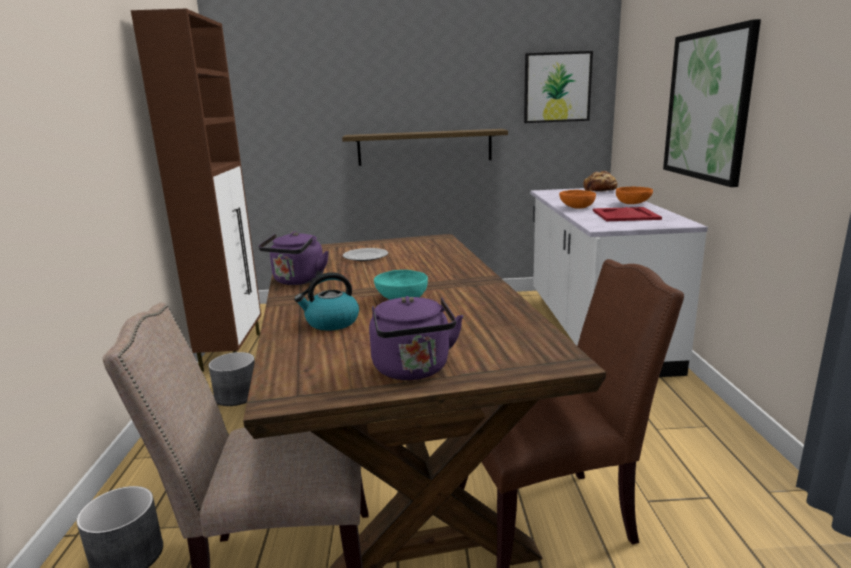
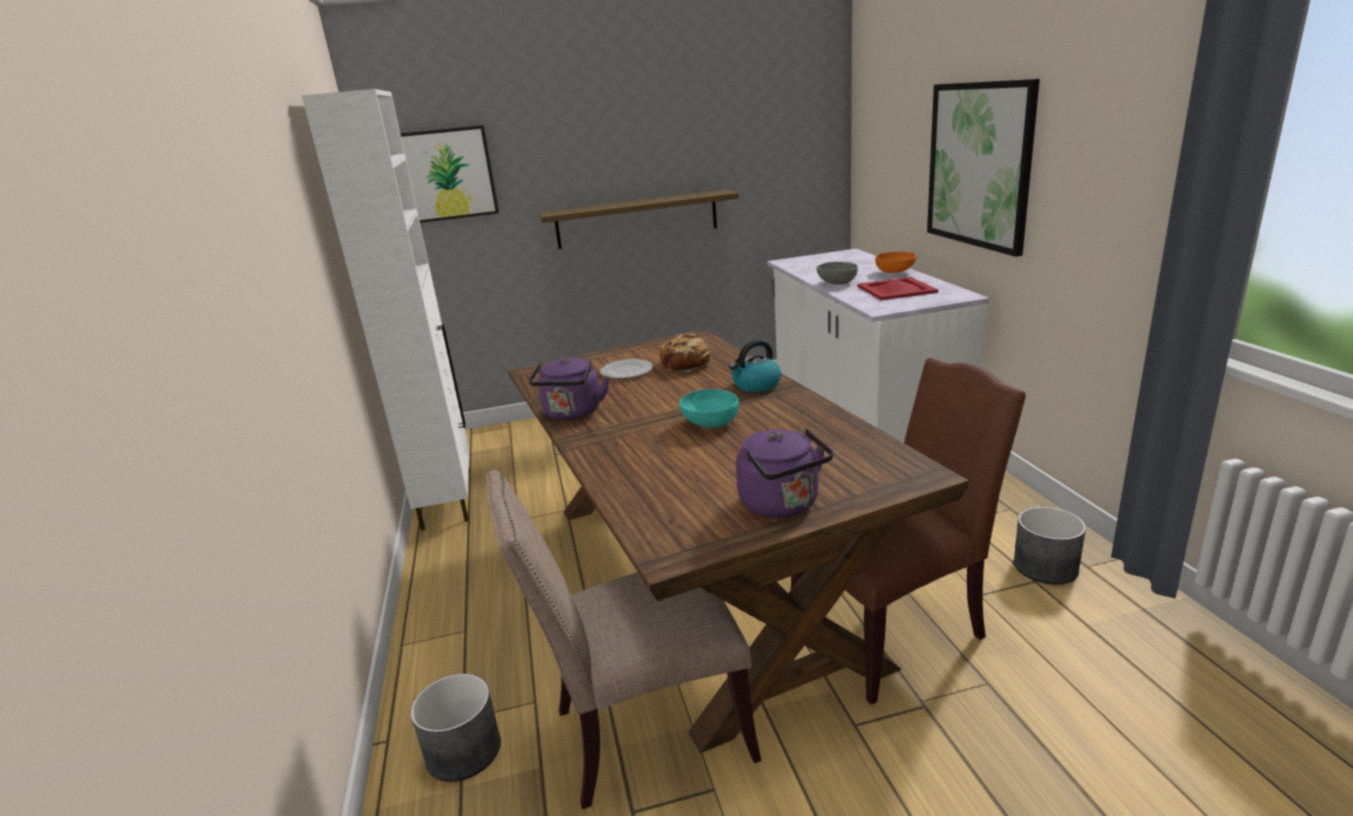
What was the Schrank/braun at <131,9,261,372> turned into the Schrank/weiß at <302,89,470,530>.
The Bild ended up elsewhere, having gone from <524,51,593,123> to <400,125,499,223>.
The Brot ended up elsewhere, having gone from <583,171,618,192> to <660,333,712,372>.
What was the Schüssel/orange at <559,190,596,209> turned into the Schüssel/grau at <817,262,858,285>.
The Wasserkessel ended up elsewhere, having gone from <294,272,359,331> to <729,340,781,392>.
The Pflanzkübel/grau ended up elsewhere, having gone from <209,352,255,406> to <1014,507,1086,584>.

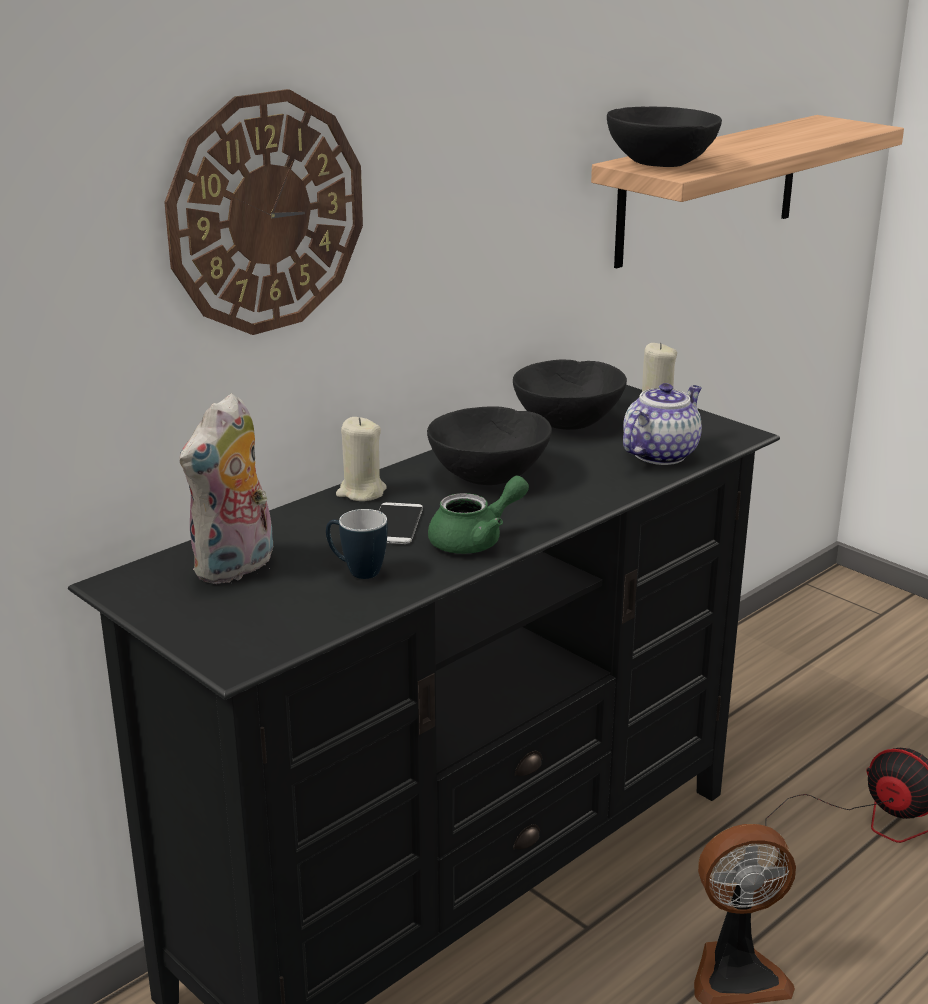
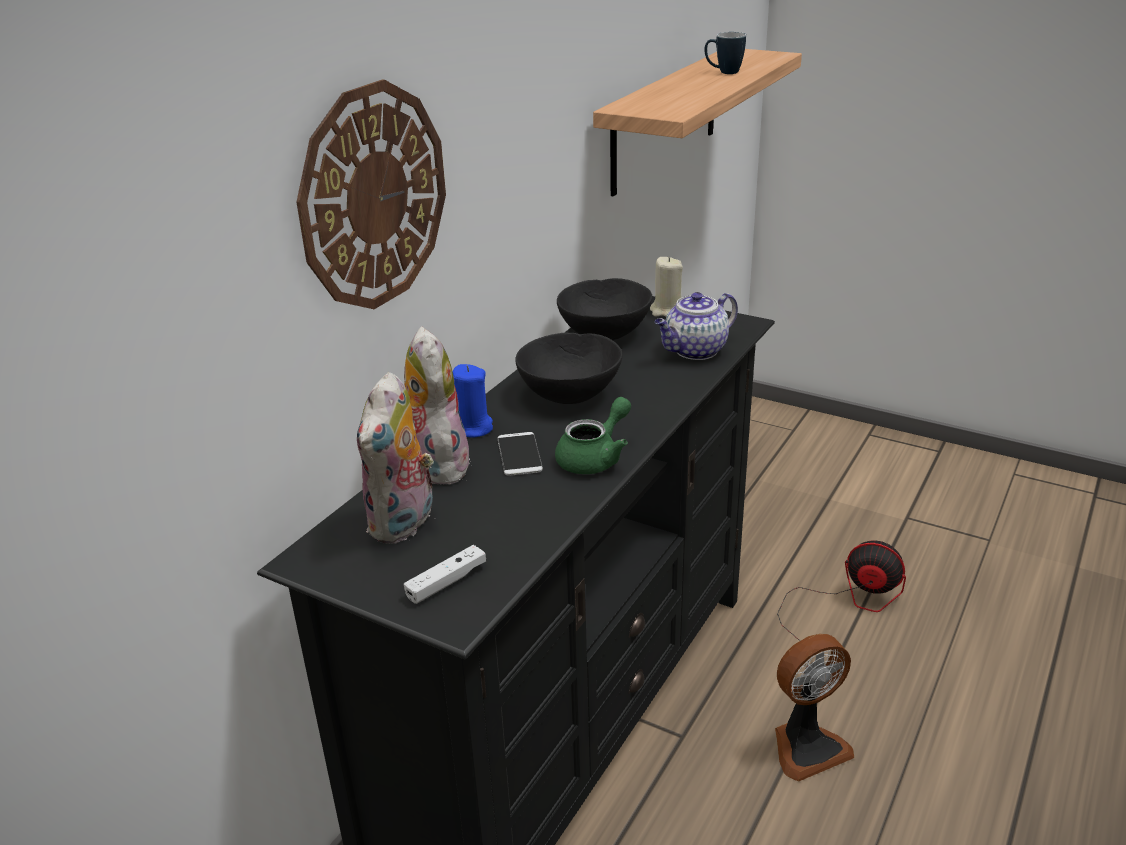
The second view lost the Schüssel/schwarz at <607,106,722,167>.
The Teekanne at <623,383,702,465> ended up facing another way, 150 degrees counterclockwise from before.
What was the Kerze/beige at <336,417,387,501> turned into the Kerze/blau at <453,364,493,438>.
The Henkelbecher ended up elsewhere, having gone from <326,509,388,579> to <704,32,746,74>.
The second view gained the Plüschtier at <404,327,470,485>.
The second view gained the Gamepad/weiß at <404,545,486,604>.

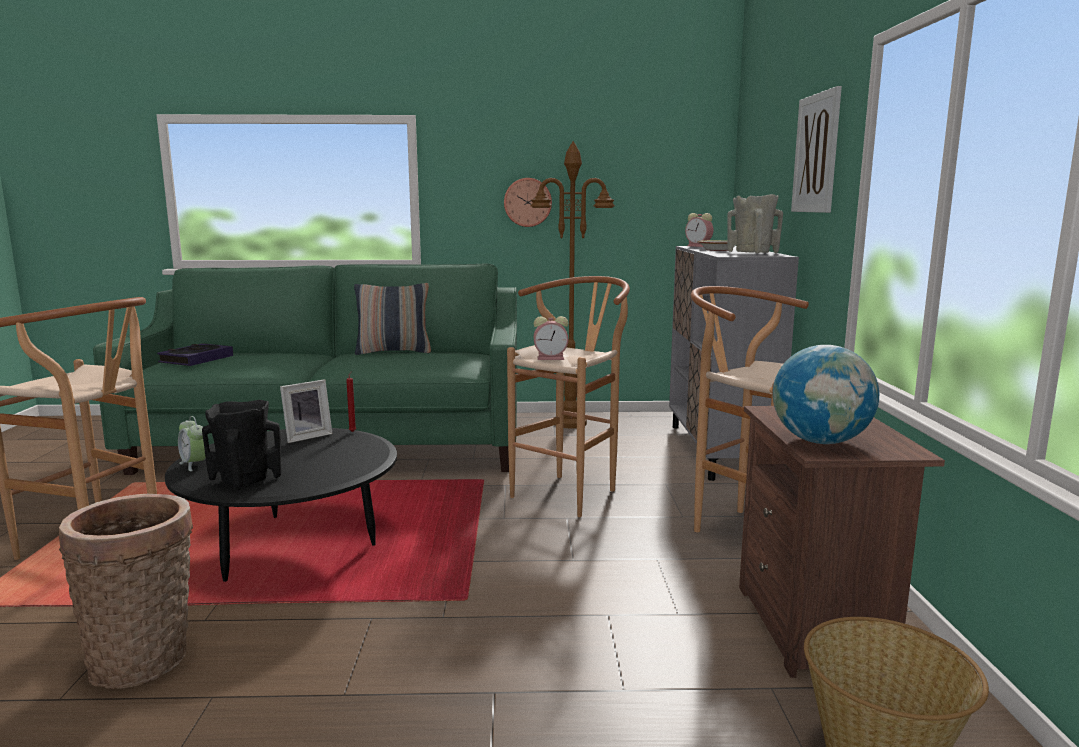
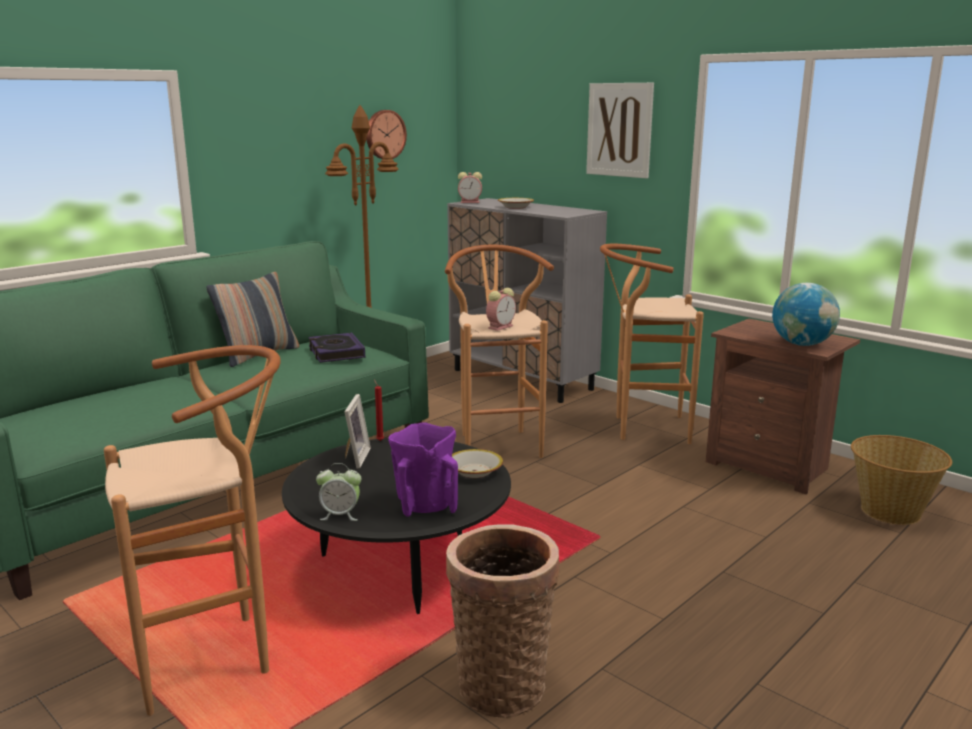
The Wanduhr ended up elsewhere, having gone from <504,178,552,227> to <366,110,407,159>.
The second view lost the Vase/beige at <727,194,783,253>.
The Buch ended up elsewhere, having gone from <157,343,233,366> to <308,333,365,363>.
What was the Vase/schwarz at <202,400,281,490> turned into the Vase/lila at <388,422,458,517>.
The second view gained the Schüssel at <452,449,503,478>.

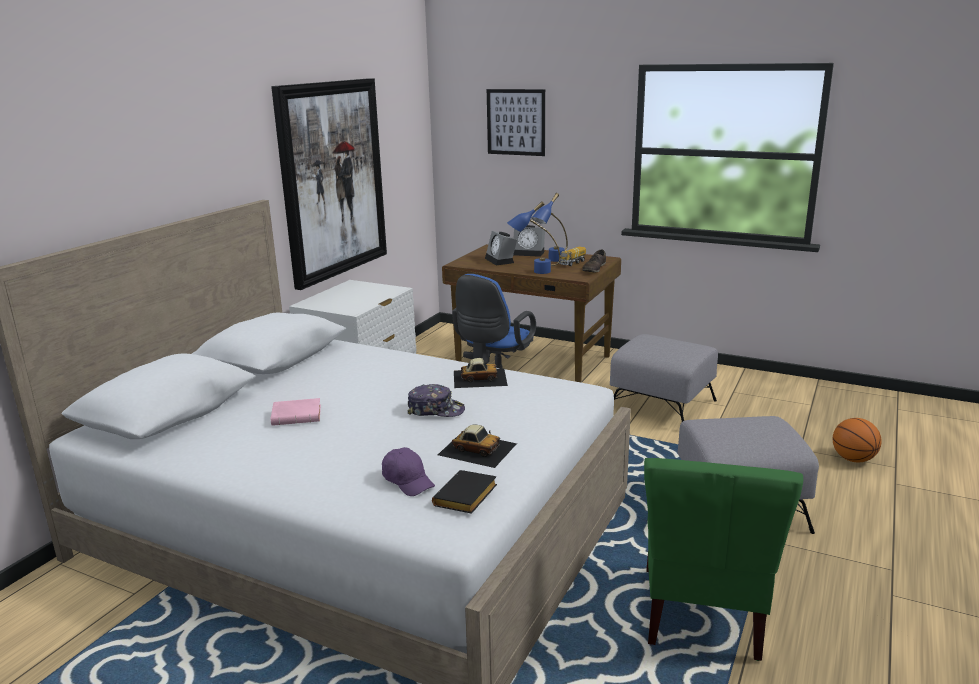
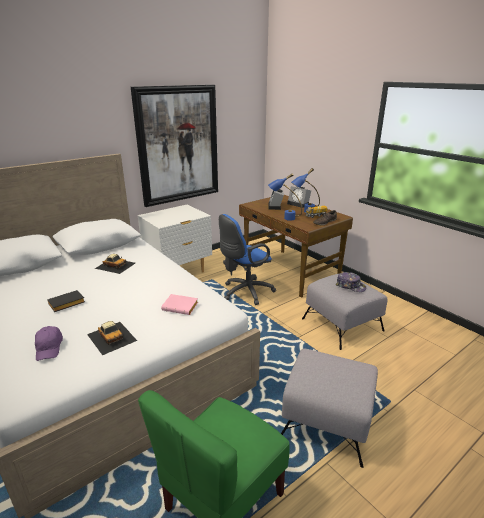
The second view lost the Bild at <487,89,545,156>.
The Spielzeugauto ended up elsewhere, having gone from <454,358,508,388> to <95,254,135,274>.
The Kappe ended up elsewhere, having gone from <408,384,465,417> to <336,272,366,292>.
The Buch/rosa ended up elsewhere, having gone from <271,398,321,426> to <161,294,198,315>.
The second view lost the Basketball at <833,418,882,462>.
The Buch/schwarz ended up elsewhere, having gone from <432,470,497,514> to <47,290,85,312>.

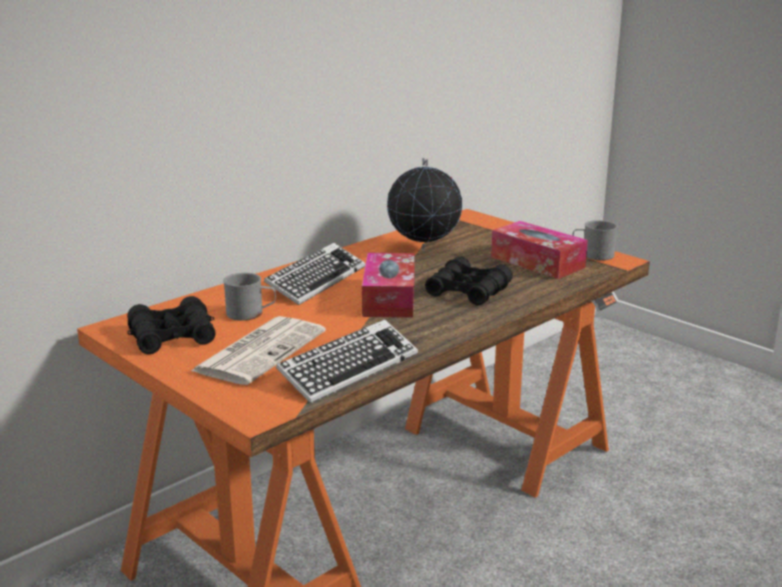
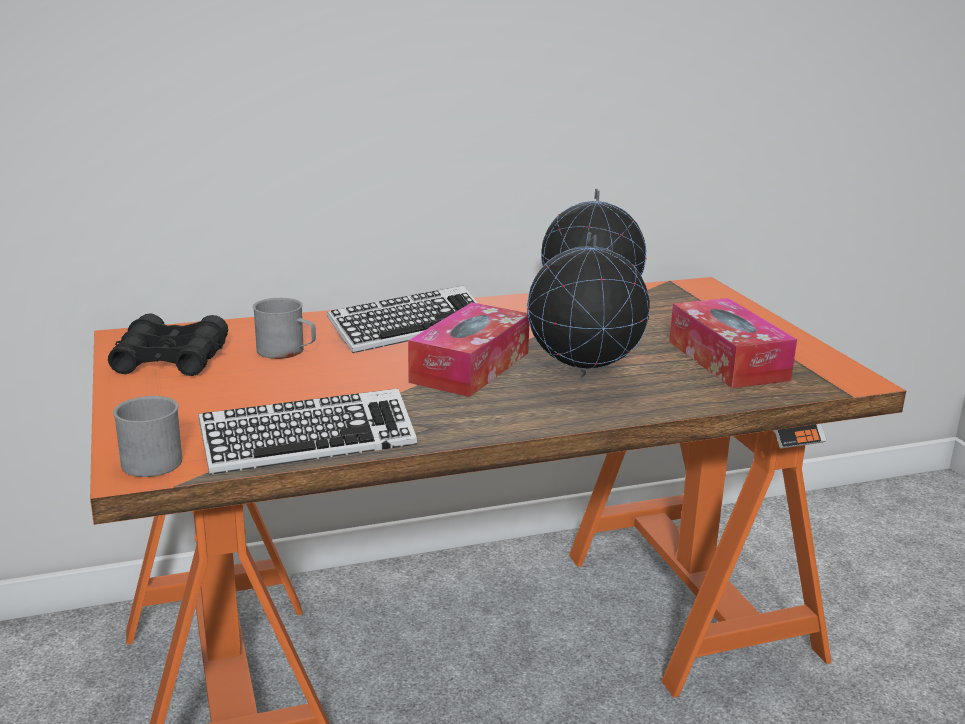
The Henkelbecher/grau ended up elsewhere, having gone from <572,220,618,260> to <113,396,182,477>.
Where the Fernglas/schwarz stood at <425,257,513,306>, the Globus came to stand at <527,232,650,382>.
The second view lost the Zeitung at <191,316,326,385>.

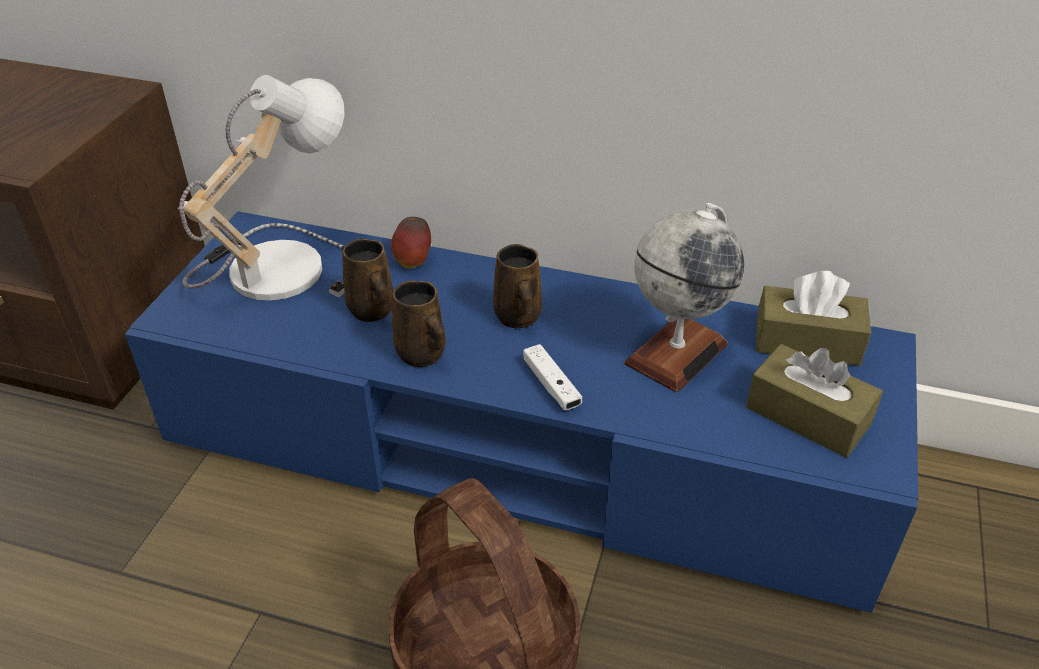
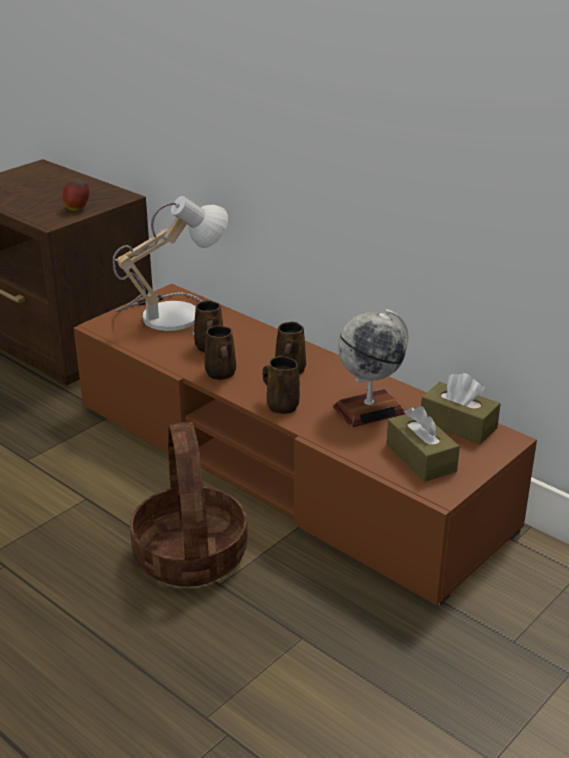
What was the Fernsehschrank/blau at <125,211,918,613> turned into the Fernsehschrank/braun at <74,284,537,606>.
The Apfel ended up elsewhere, having gone from <391,217,431,268> to <63,179,89,211>.
Where the Gamepad/weiß stood at <523,344,582,410>, the Henkelbecher/braun came to stand at <263,356,300,414>.

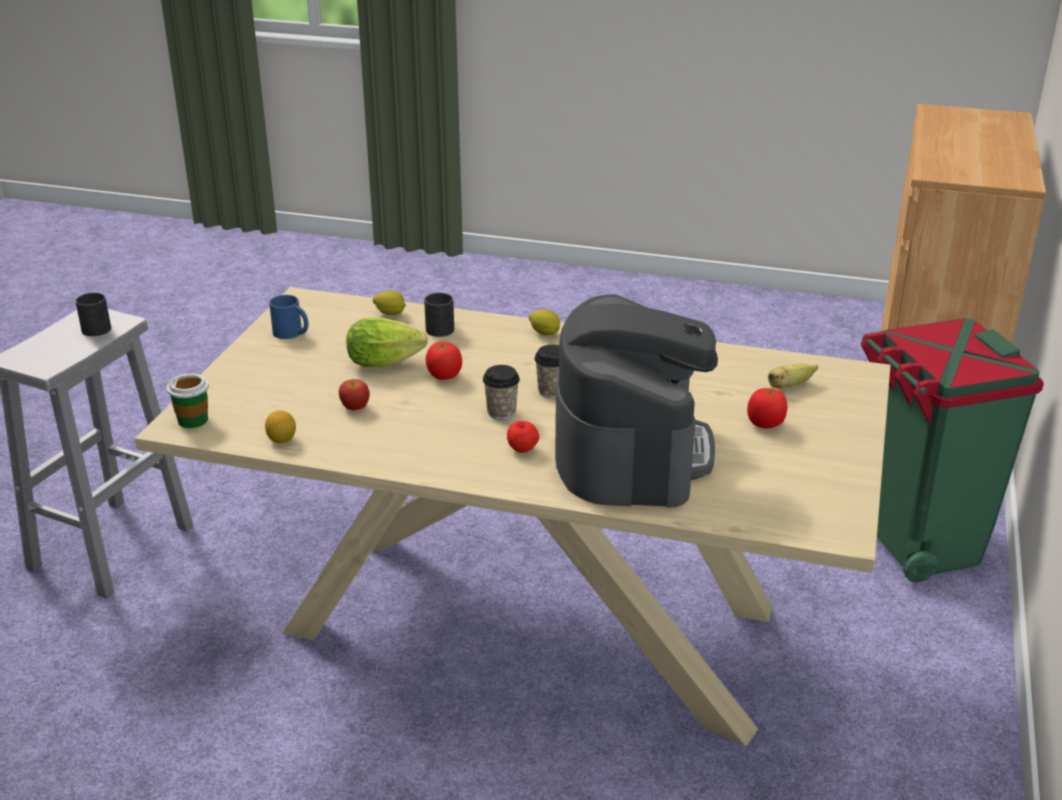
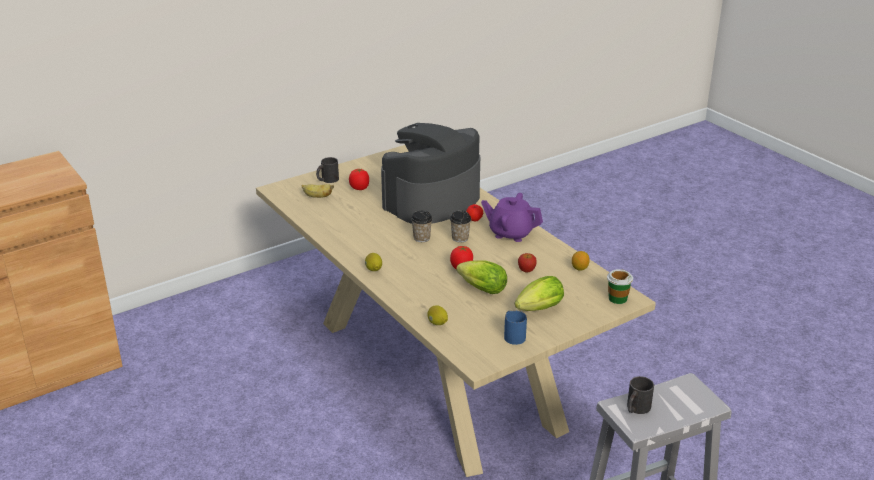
The Henkelbecher/schwarz ended up elsewhere, having gone from <424,293,454,337> to <316,157,339,183>.
The second view lost the Mülleimer/grün at <861,318,1044,583>.
The second view gained the Teekanne/lila at <481,193,543,242>.
The second view gained the Salatkopf at <515,276,564,311>.

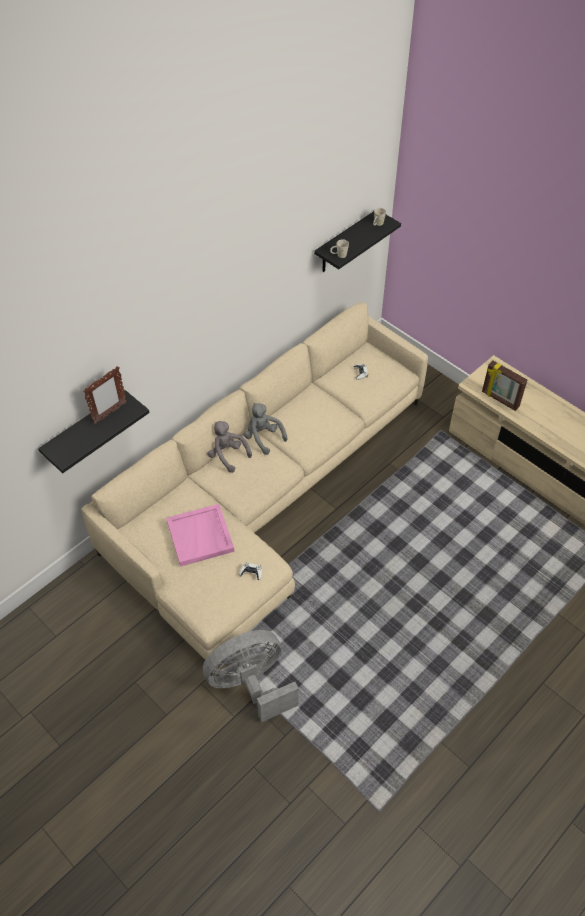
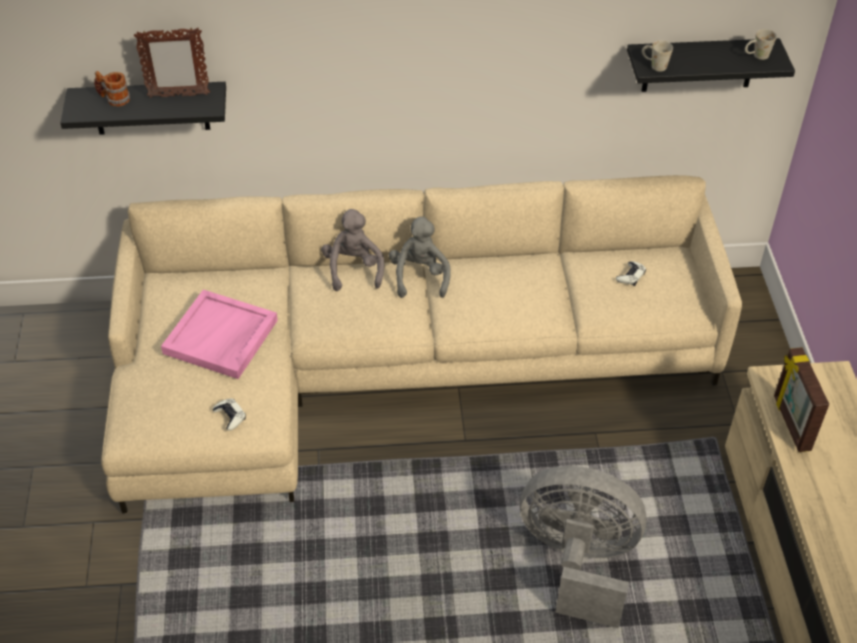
The Ventilator/grau ended up elsewhere, having gone from <203,630,299,722> to <520,466,646,628>.
The second view gained the Henkelbecher at <94,71,130,107>.

